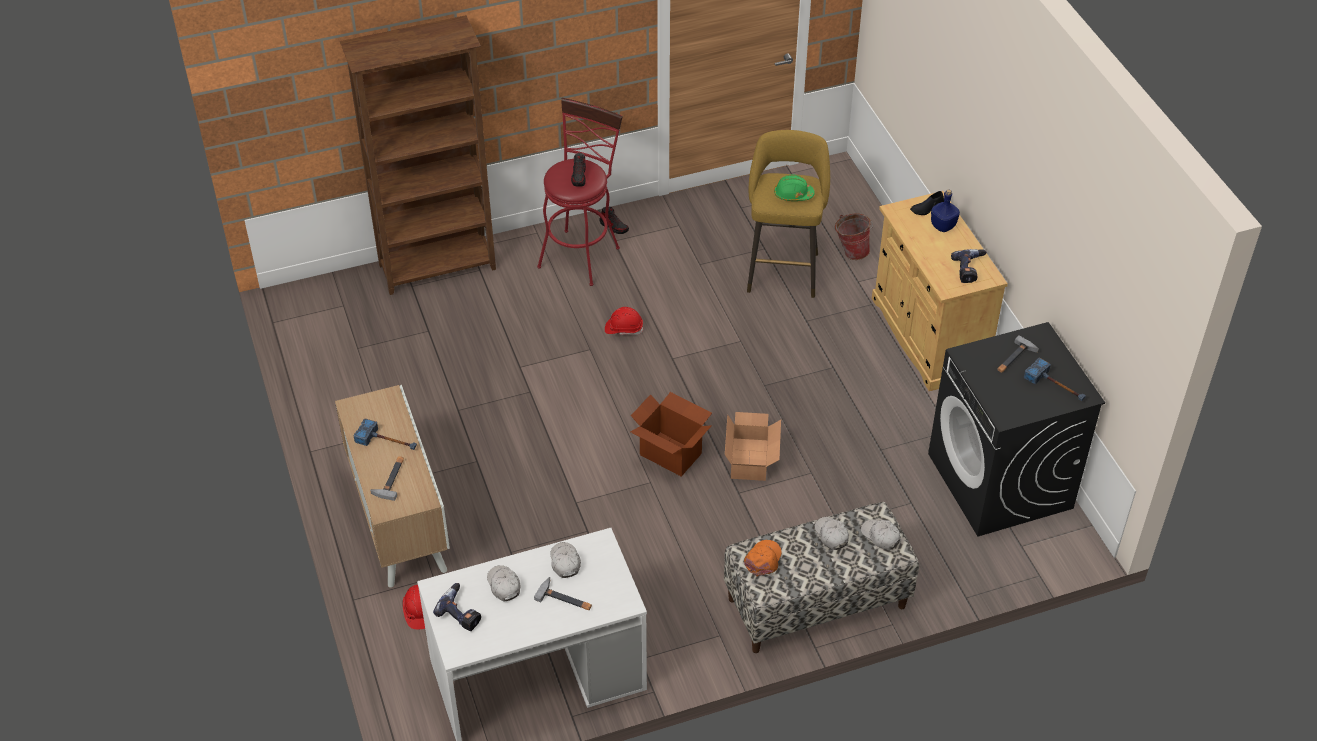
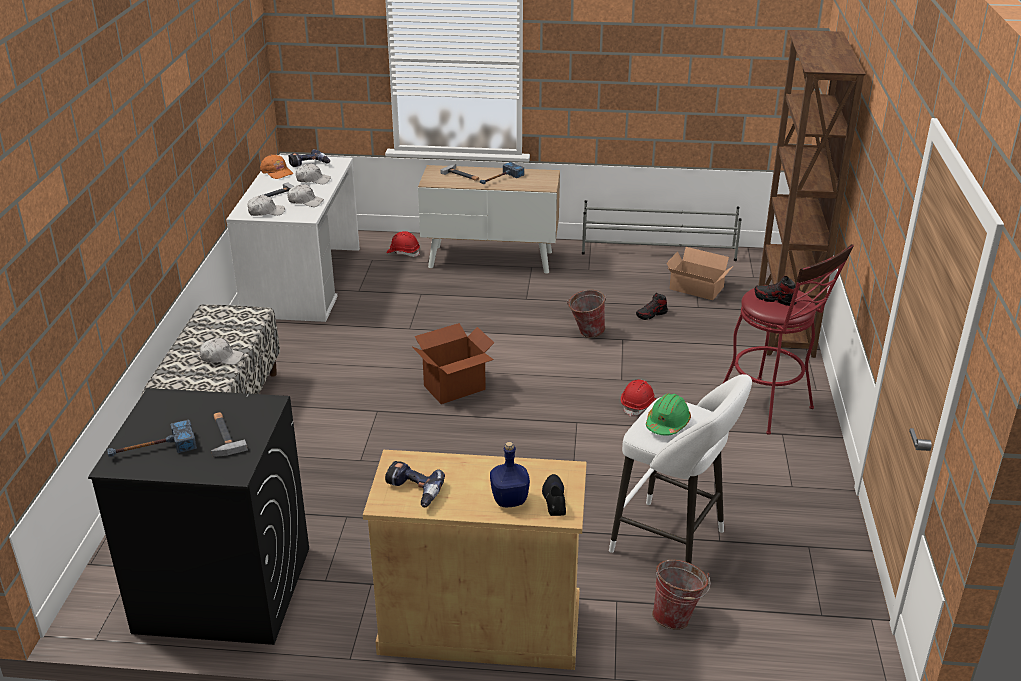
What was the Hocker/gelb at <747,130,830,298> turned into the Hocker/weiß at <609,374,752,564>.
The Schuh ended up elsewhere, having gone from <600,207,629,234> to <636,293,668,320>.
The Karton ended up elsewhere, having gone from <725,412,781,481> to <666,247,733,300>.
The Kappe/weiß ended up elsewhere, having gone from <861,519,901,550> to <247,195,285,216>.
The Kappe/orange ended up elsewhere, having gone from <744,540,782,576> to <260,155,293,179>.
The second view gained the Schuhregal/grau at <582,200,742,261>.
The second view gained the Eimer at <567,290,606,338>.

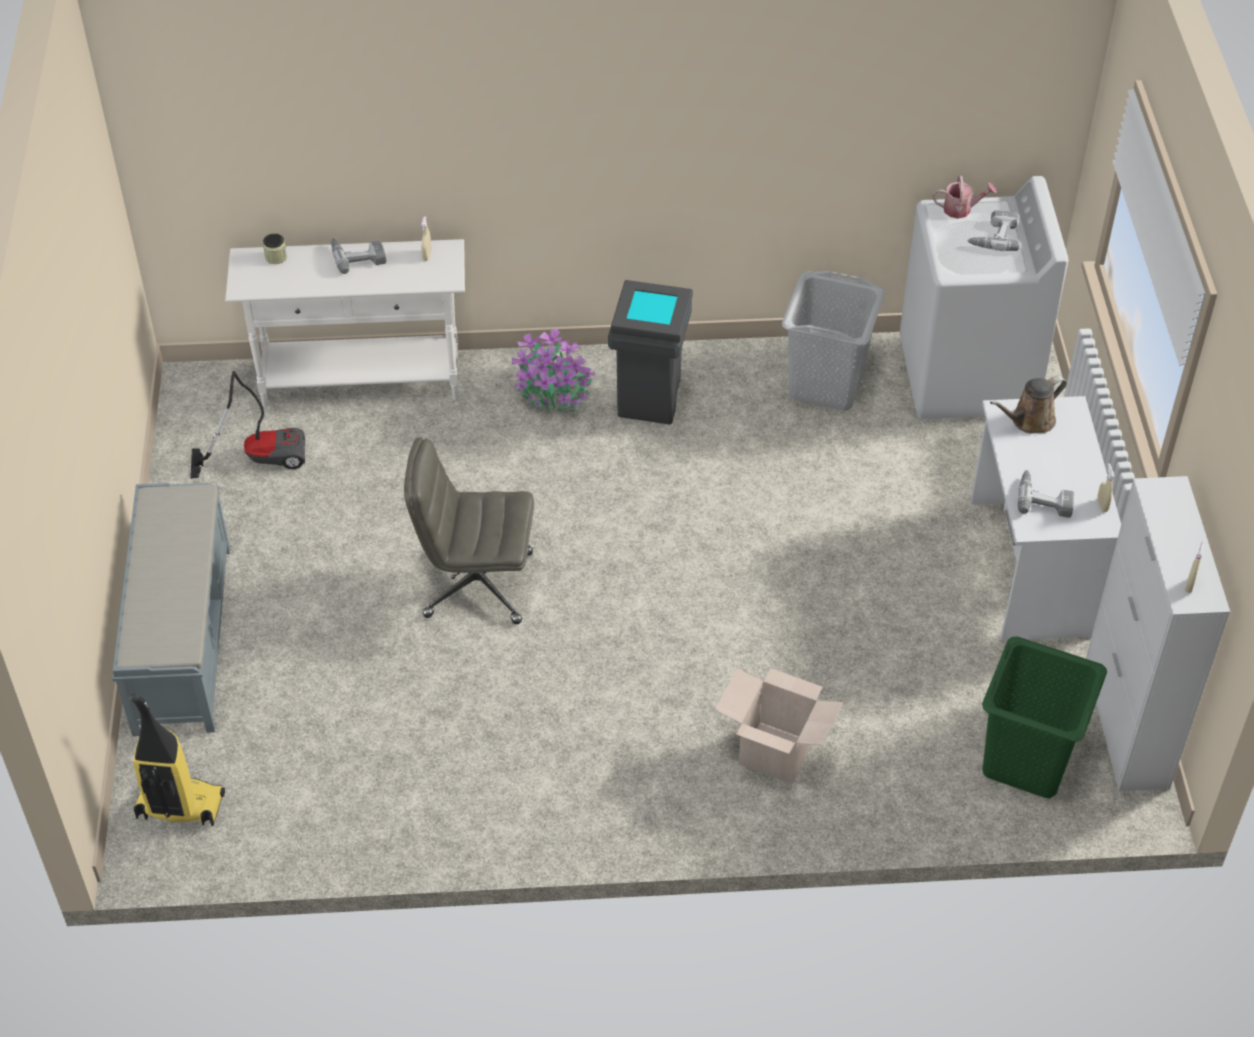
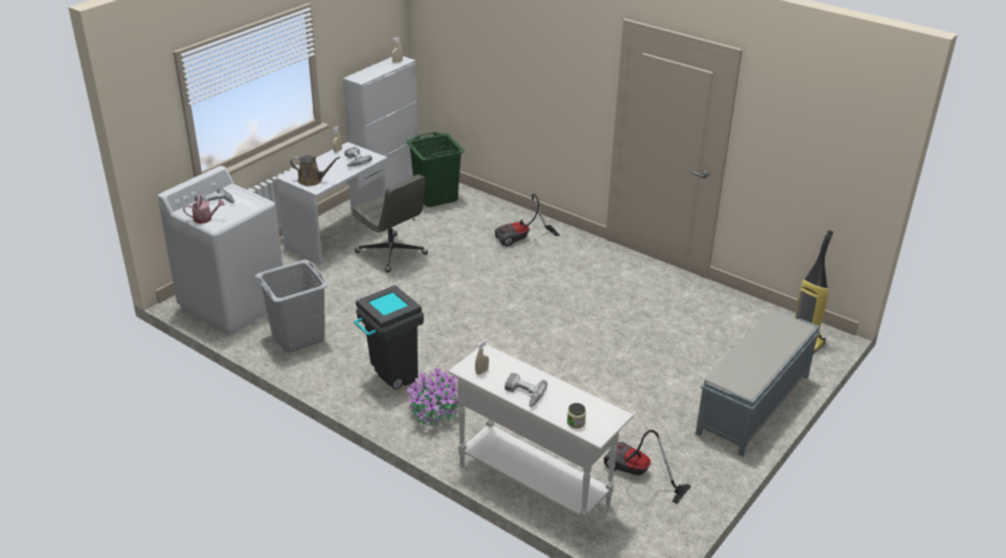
The Gießkanne at <932,176,997,219> ended up facing another way, 135 degrees clockwise from before.
The Bürostuhl/grau ended up elsewhere, having gone from <404,438,534,624> to <352,174,428,272>.
Where the Karton stood at <715,668,843,784>, the Staubsauger came to stand at <495,194,560,246>.

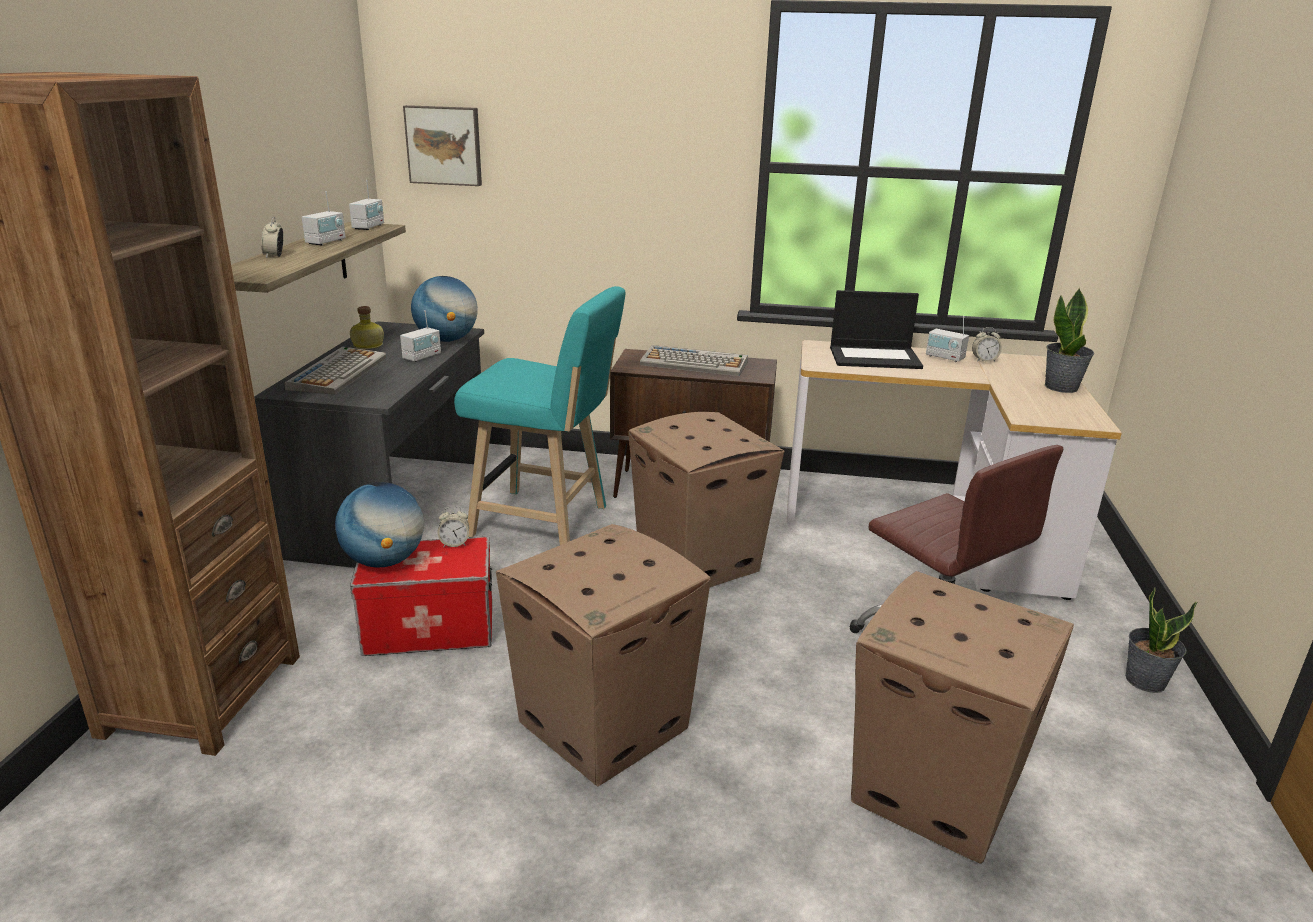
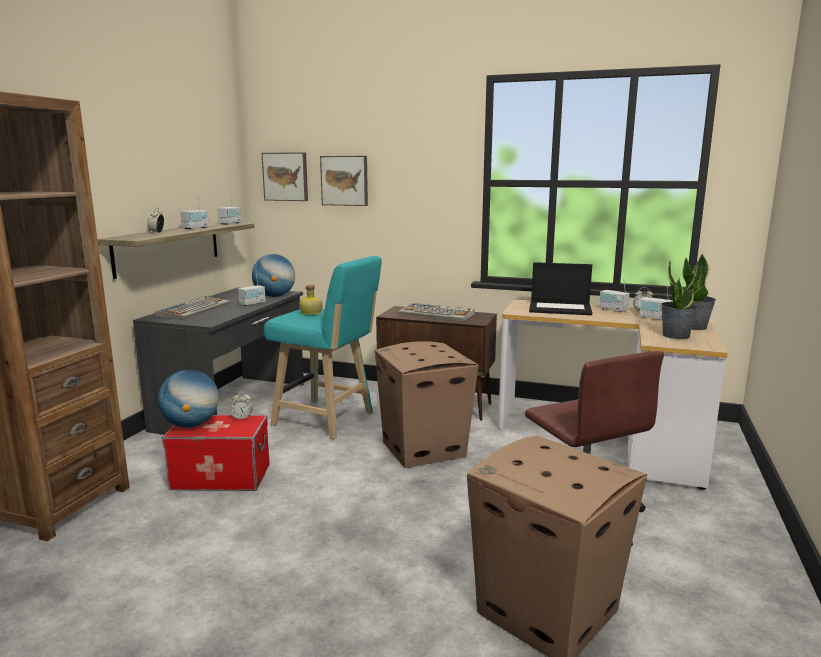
The Flasche ended up elsewhere, having gone from <350,306,384,349> to <299,285,323,315>.
The second view lost the Karton at <496,524,711,787>.
The Topfpflanze ended up elsewhere, having gone from <1125,587,1197,693> to <661,260,698,339>.
The second view gained the Bild at <320,156,368,206>.
The second view gained the Radio at <640,285,672,319>.

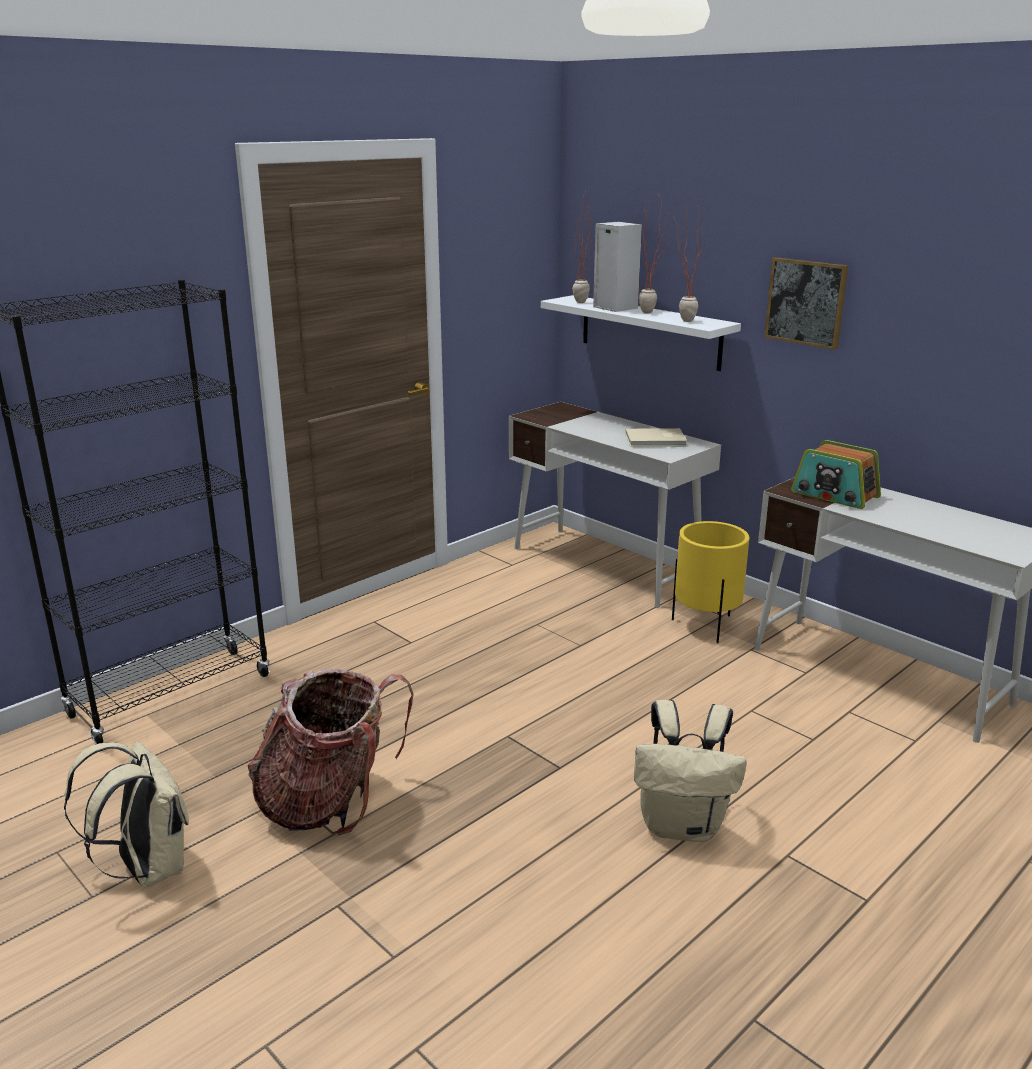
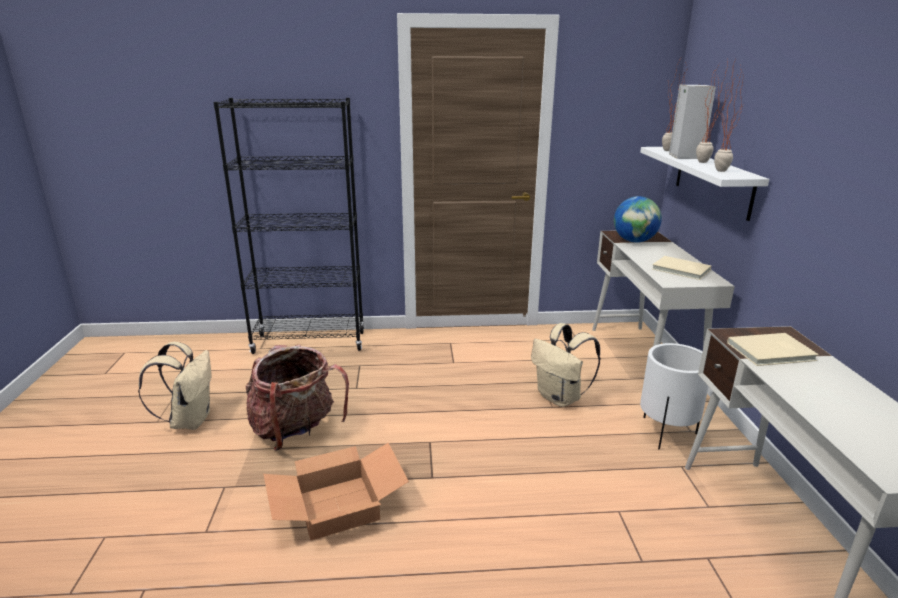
The second view lost the Bild at <764,257,848,350>.
Where the Radio stood at <791,440,881,509>, the Buch/beige came to stand at <727,333,819,366>.
What was the Pflanzkübel/gelb at <672,521,749,643> turned into the Pflanzkübel/weiß at <640,343,709,450>.
The Rucksack/beige ended up elsewhere, having gone from <634,700,747,842> to <531,323,601,407>.
The second view gained the Globus at <614,196,662,243>.
The second view gained the Karton at <263,443,409,541>.

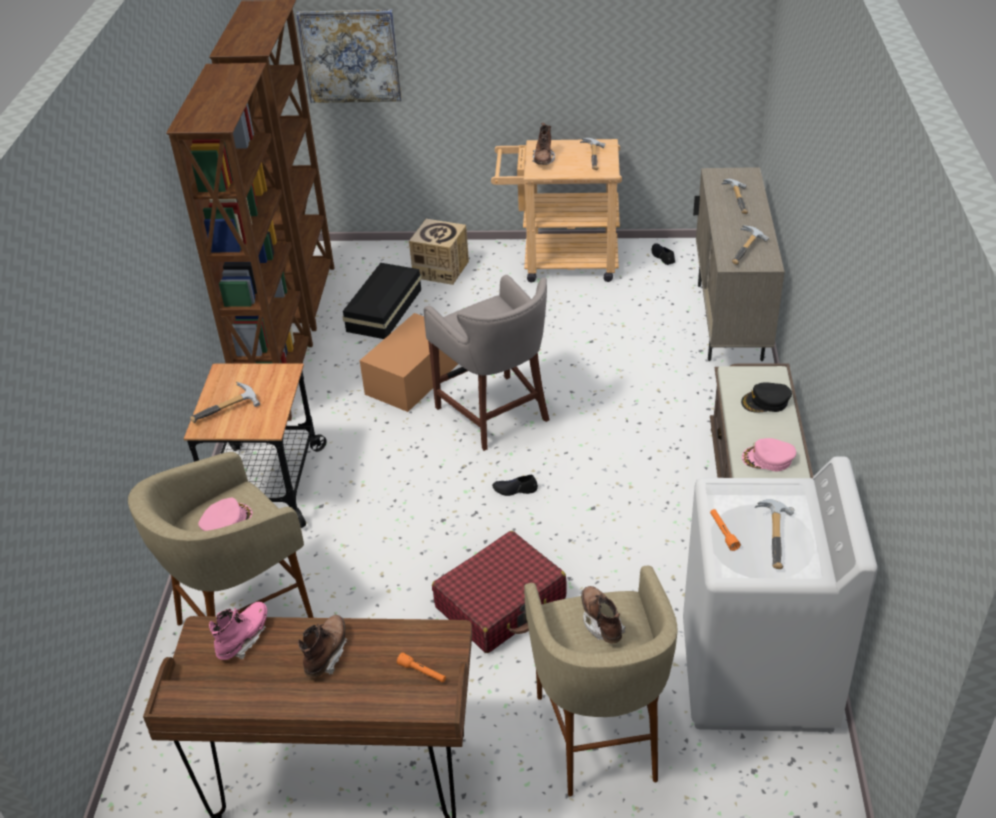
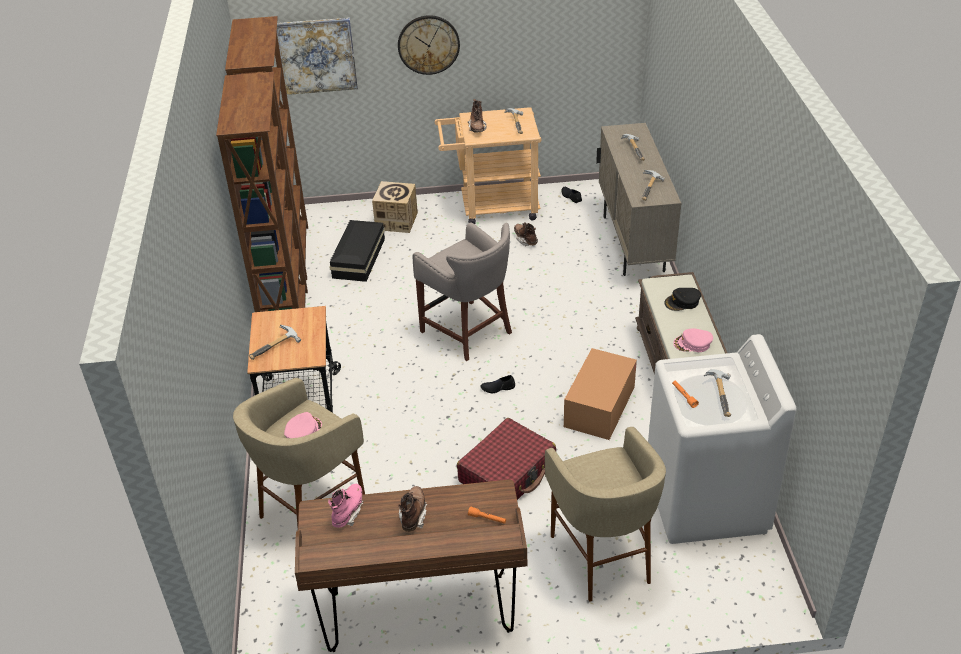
The Karton ended up elsewhere, having gone from <360,313,458,412> to <564,348,637,440>.
The Stiefel/braun ended up elsewhere, having gone from <581,586,626,644> to <514,222,538,247>.
The second view gained the Wanduhr at <398,15,460,75>.

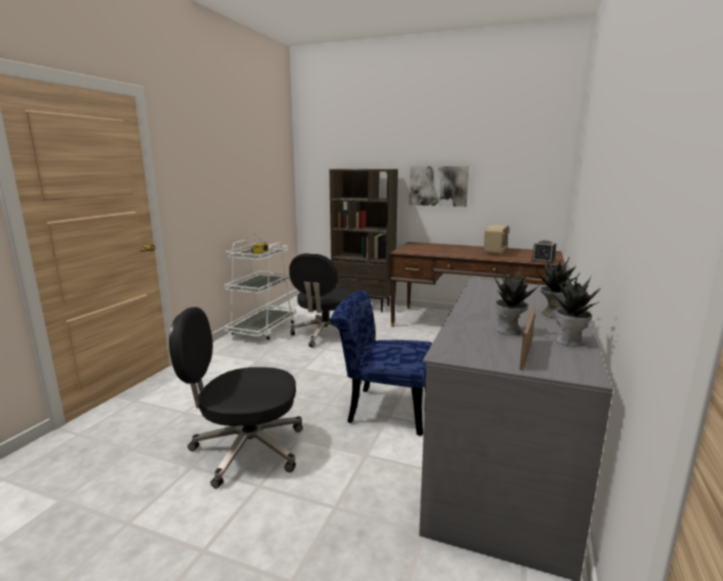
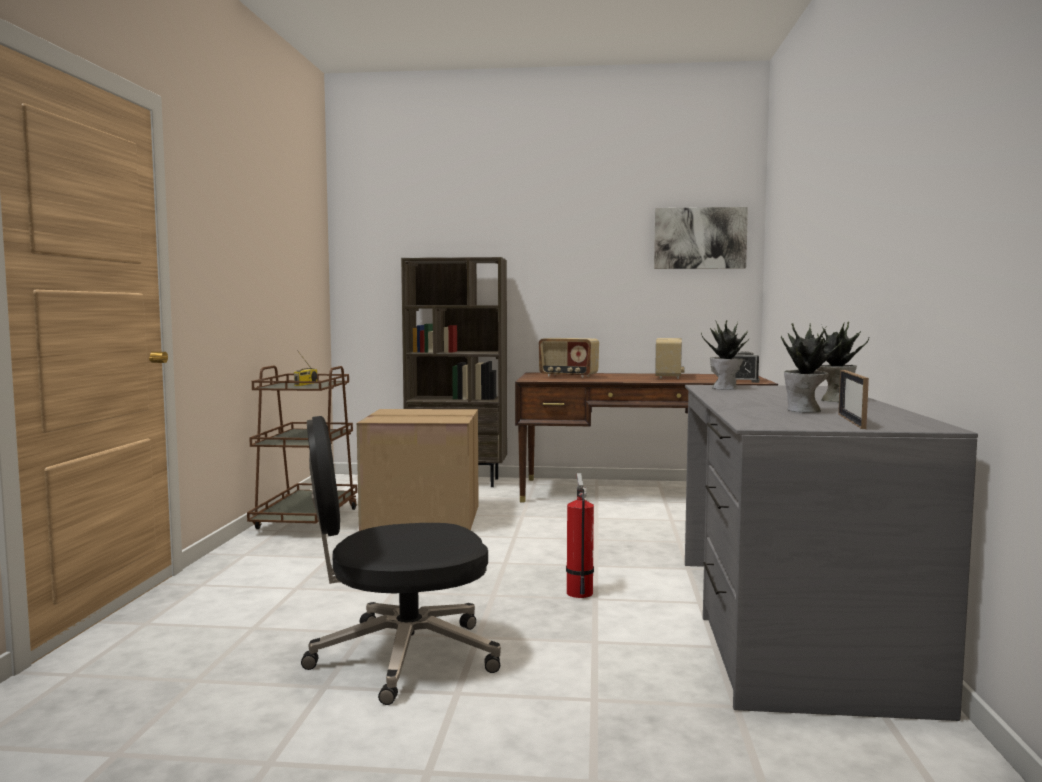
The Bild ended up elsewhere, having gone from <409,166,469,207> to <654,207,748,269>.
What was the Rollwagen/weiß at <224,240,296,340> turned into the Rollwagen/braun at <247,365,357,529>.
Where the Bürostuhl/schwarz stood at <289,253,353,347>, the Karton came to stand at <357,409,479,531>.
The Topfpflanze ended up elsewhere, having gone from <548,272,601,346> to <701,320,749,390>.
Where the Stuhl/blau stood at <330,290,432,436>, the Feuerlöscher came to stand at <566,473,594,598>.
The second view gained the Radio at <539,338,599,378>.

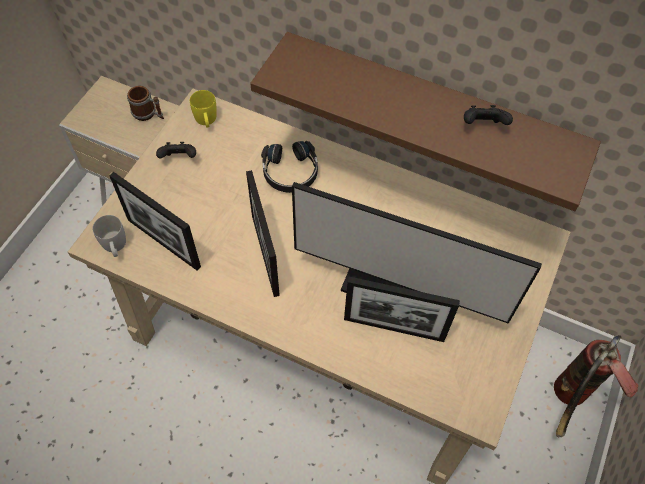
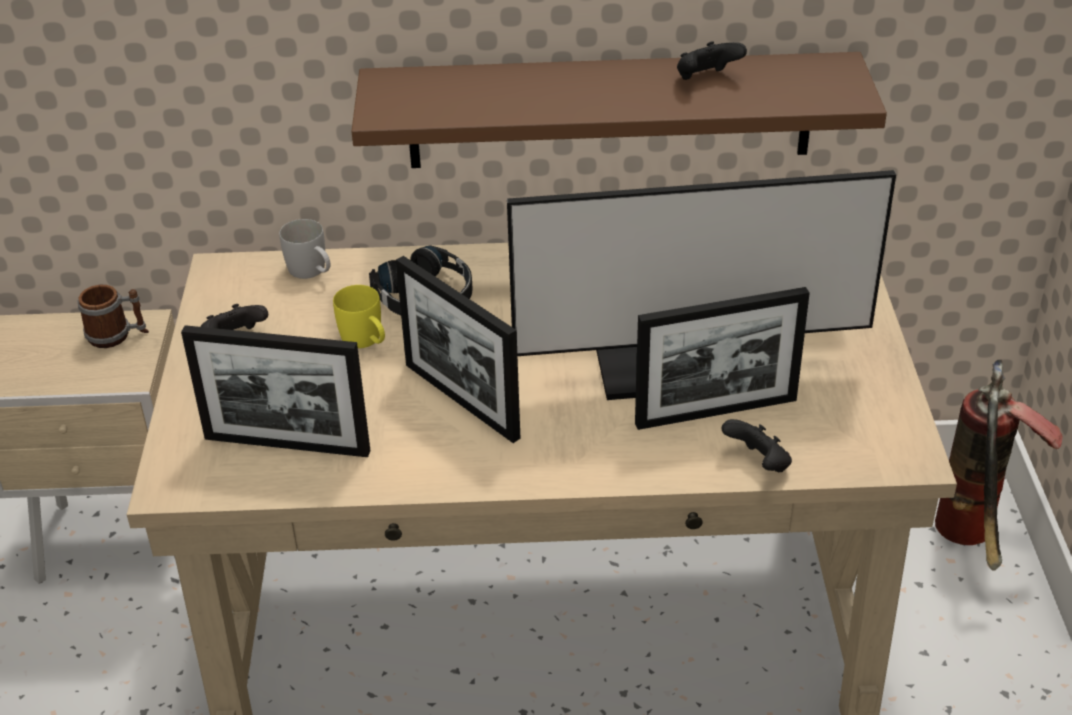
The Henkelbecher/gelb ended up elsewhere, having gone from <190,90,217,128> to <333,285,385,348>.
The Henkelbecher/weiß ended up elsewhere, having gone from <93,215,126,257> to <279,219,331,279>.
The second view gained the Gamepad/schwarz at <722,419,792,472>.

